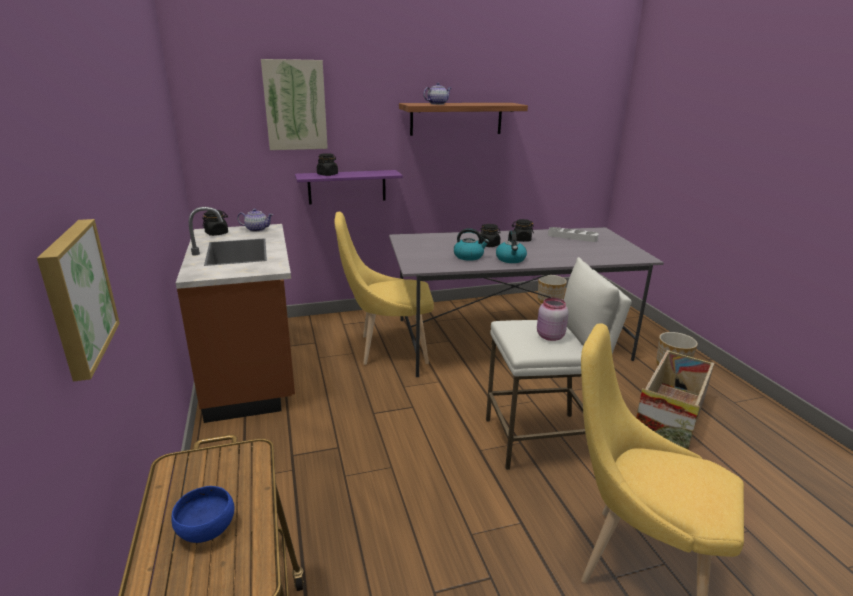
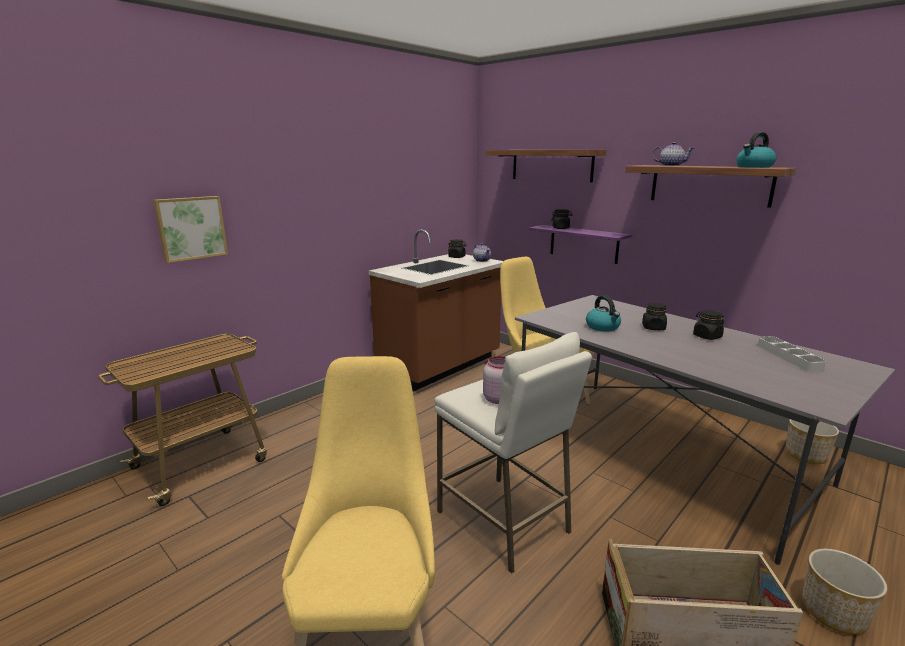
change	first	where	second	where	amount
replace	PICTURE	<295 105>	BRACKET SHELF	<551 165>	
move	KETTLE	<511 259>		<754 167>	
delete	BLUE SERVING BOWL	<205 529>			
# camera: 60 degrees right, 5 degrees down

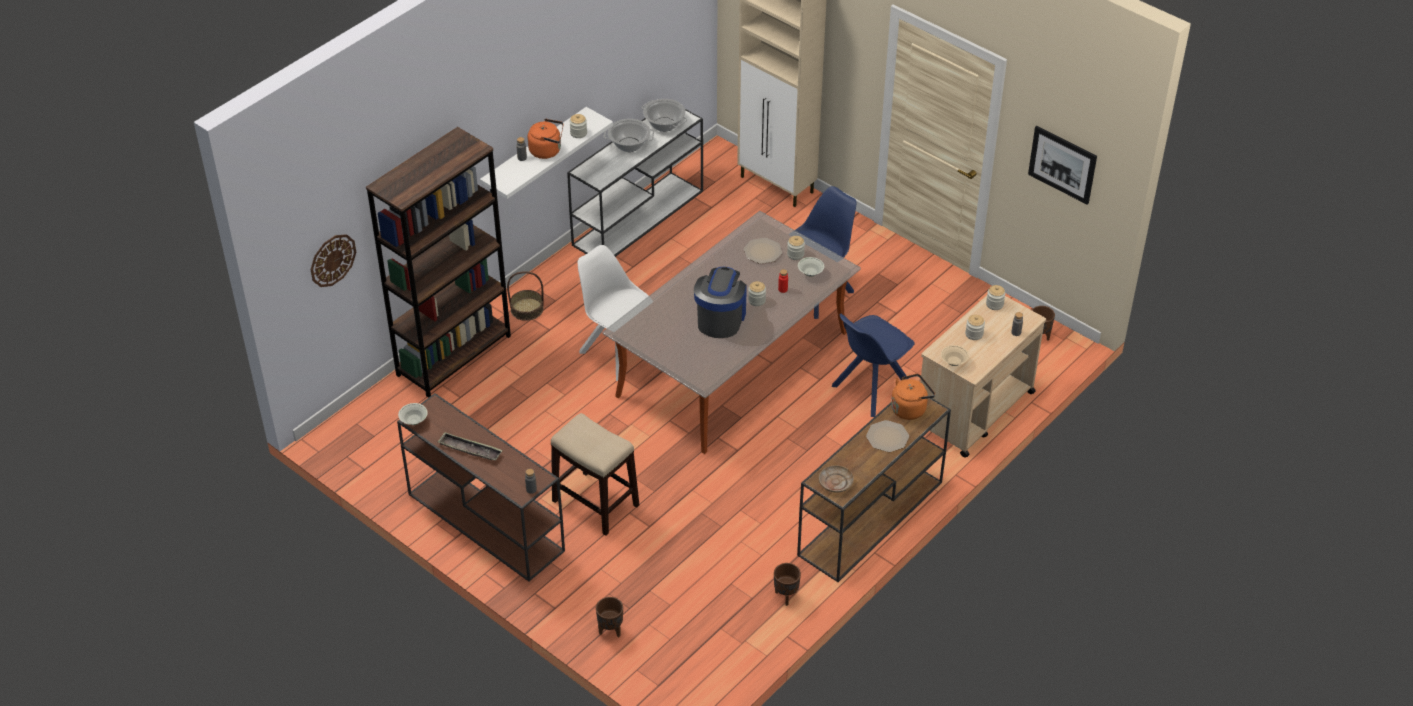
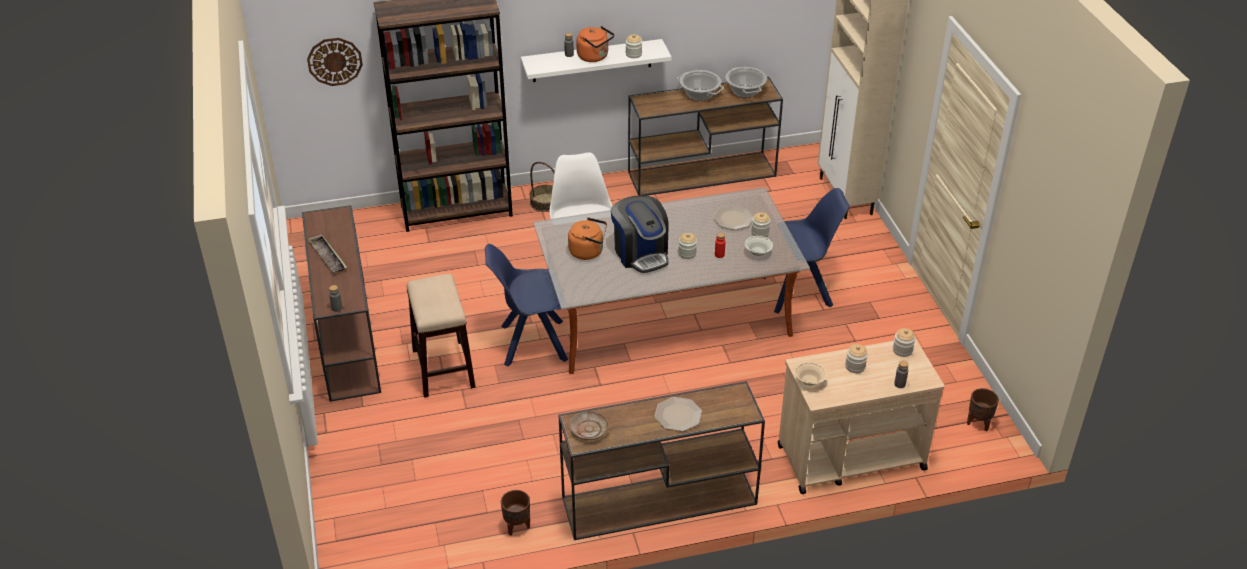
change	first	where	second	where	amount
recolor	WHITE-COLOURED CONSOLE TABLE	<639 217>	BROWNISH CONSOLE TABLE	<703 174>	
delete	PICTURE	<1062 164>			
rotate	COFFEE MACHINE	<720 318>		<641 253>	105 degrees clockwise
move	BLUE CHAIR	<870 388>		<531 343>	
move	ORANGEY KETTLE	<910 408>		<588 251>	
delete	WHITE-COLOURED SERVING BOWL	<414 421>			
delete	BROWNISH PLANTER	<610 630>			
# camera: 35 degrees right, 5 degrees down

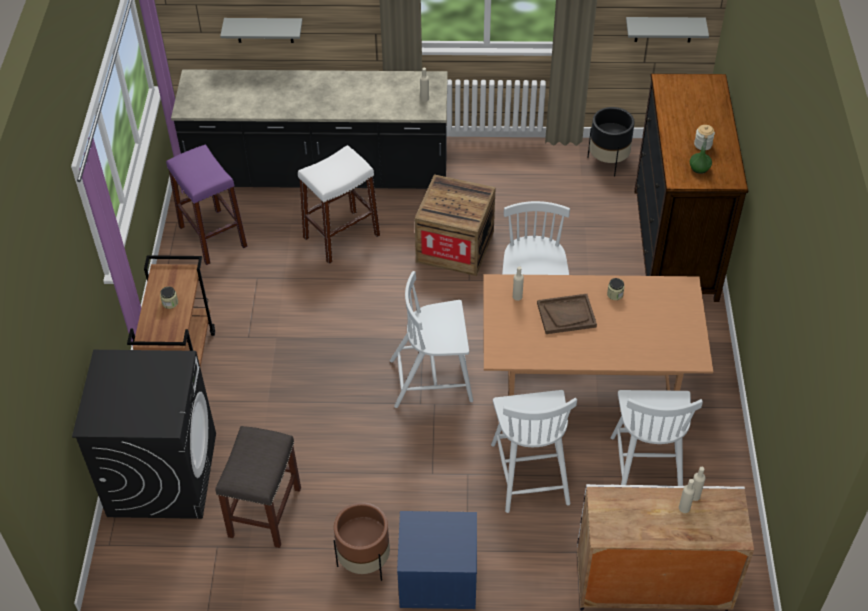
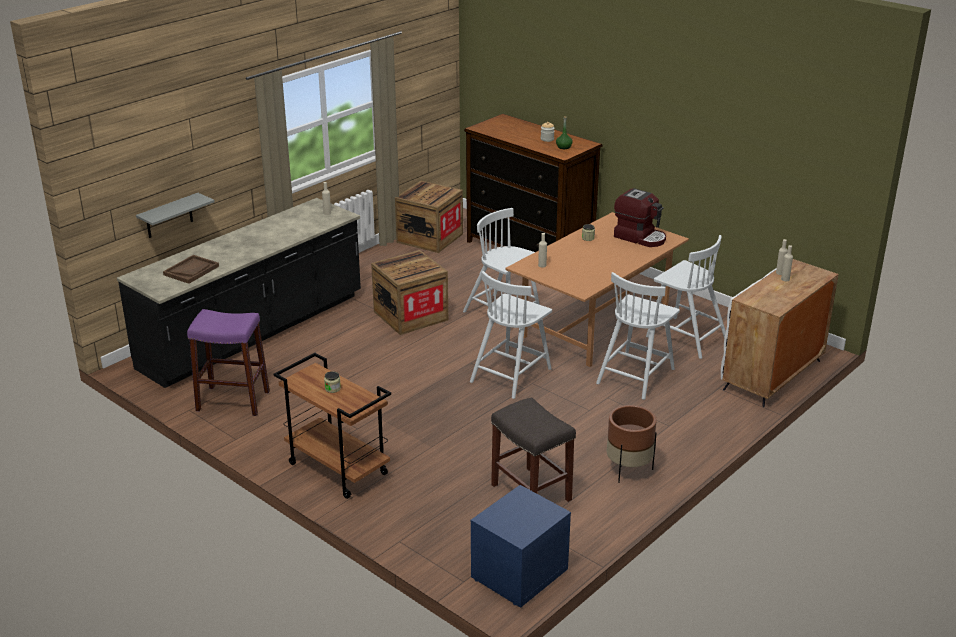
change	first	where	second	where	amount
delete	GREY BRACKET SHELF	<664 29>			
replace	BLACK PLANTER	<608 162>	CRATE	<430 238>	
delete	WHITE-COLOURED STOOL SEAT	<341 236>			
move	BROWNISH SERVING TRAY	<566 315>		<191 270>	
delete	BLACK LAUNDRY MACHINE	<162 474>			
rotate	WHITE-COLOURED CHAIR	<529 472>		<636 375>	90 degrees clockwise
move	BLUE NIGHTSTAND	<437 580>		<519 575>	
insert			COFFEE MACHINE	<640 237>	
# camera: 50 degrees left, 20 degrees down

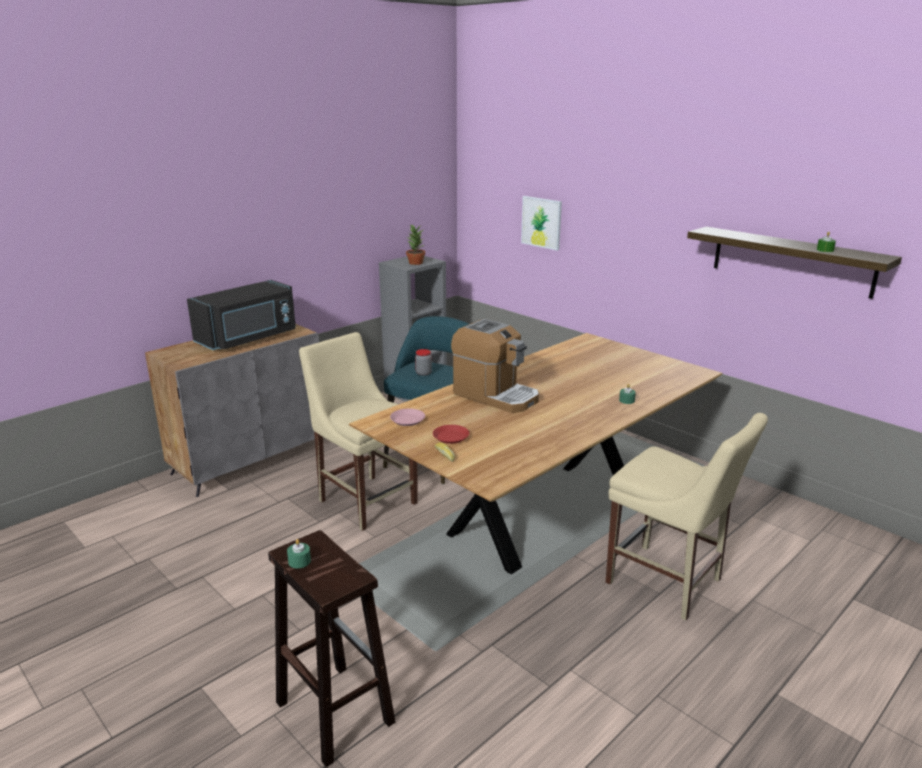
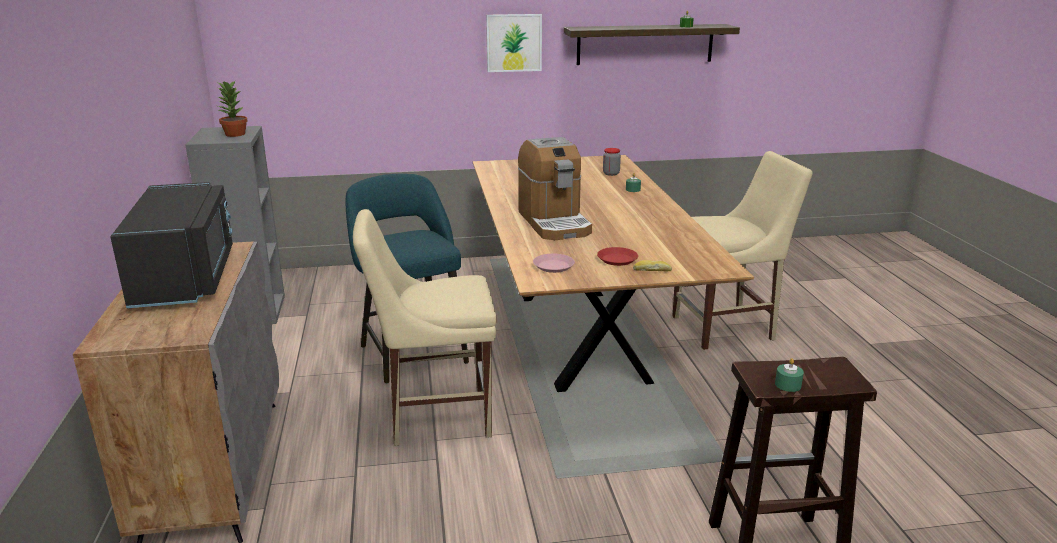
change	first	where	second	where	amount
move	PICTURE	<541 222>		<514 43>	
rotate	COFFEE MACHINE	<495 396>		<554 223>	90 degrees clockwise
move	JAR	<423 373>		<611 173>	
# camera: 55 degrees left, 0 degrees up

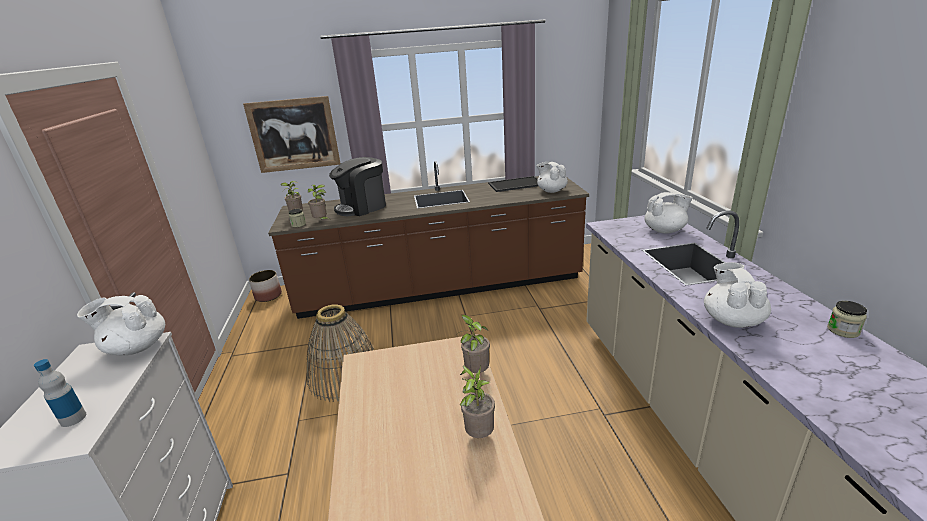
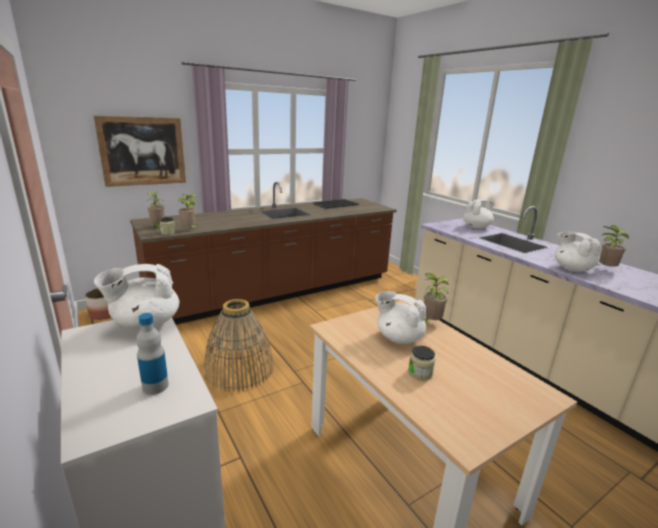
change	first	where	second	where	amount
delete	COFFEE MACHINE	<362 207>			
move	WHITE-COLOURED TEA POT	<551 190>		<398 337>	
move	JAR	<843 330>		<420 373>	
move	HOUSEPLANT	<479 434>		<604 269>	
# camera: 25 degrees left, 5 degrees down

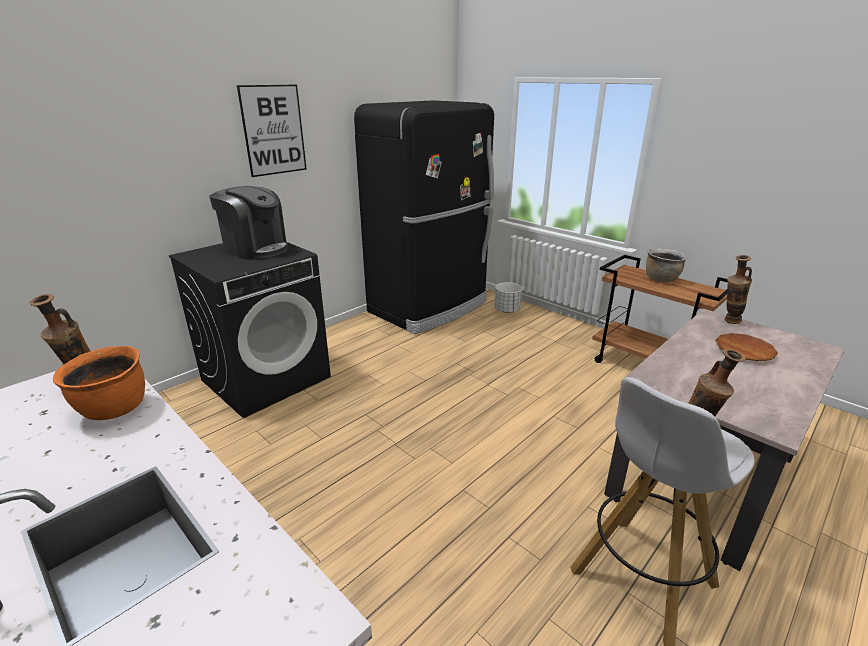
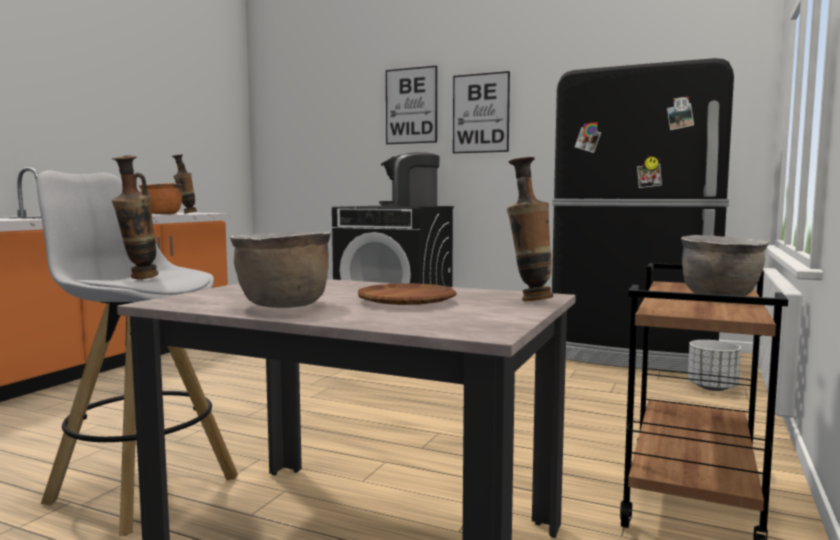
change	first	where	second	where	amount
rotate	COFFEE MACHINE	<255 249>		<410 206>	75 degrees clockwise
insert			PICTURE	<411 106>	
insert			BROWNISH COOKING POT	<283 305>	
# camera: 70 degrees right, 20 degrees down

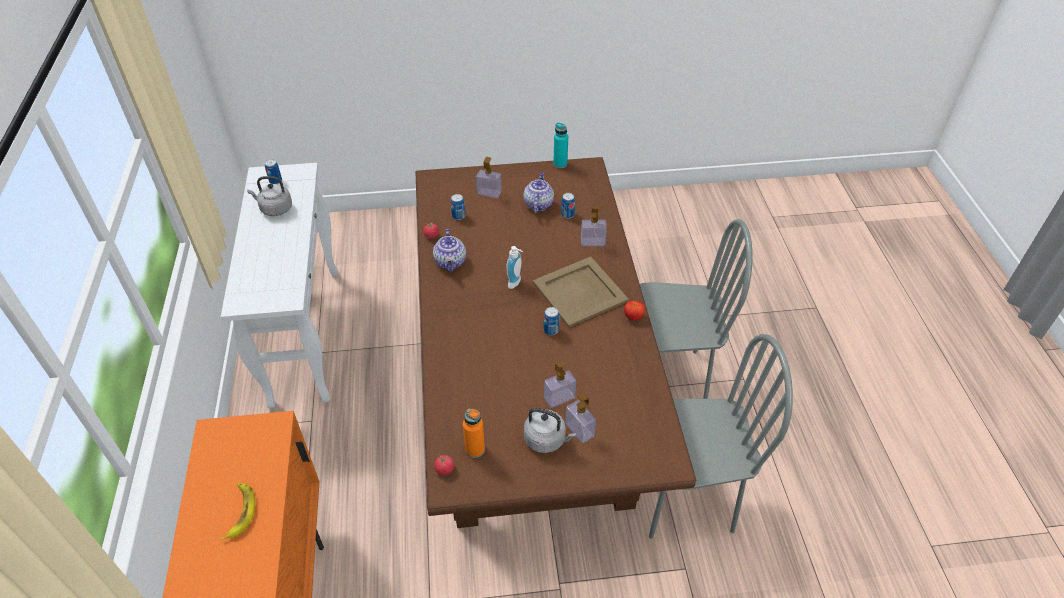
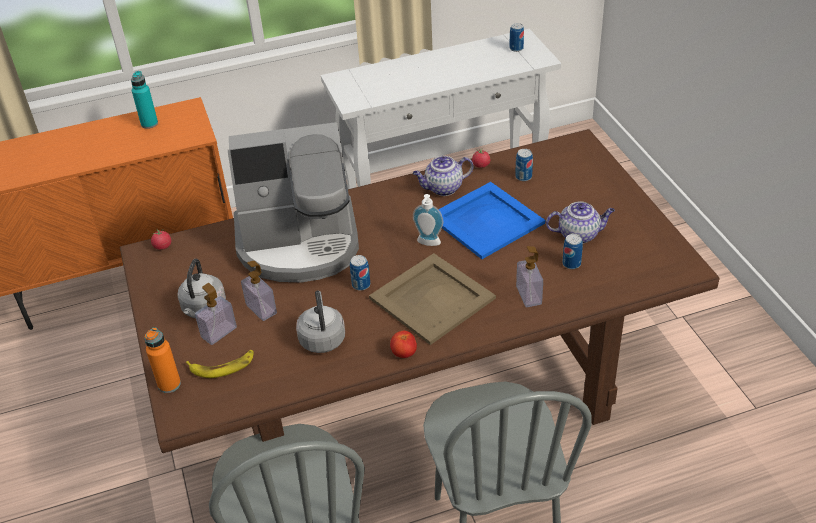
change	first	where	second	where	amount
move	TURQUOISE DRINK BOTTLE	<560 164>		<149 124>	
delete	SOAP DISPENSER	<489 193>			
move	GREY KETTLE	<274 209>		<322 338>	
move	ORANGEY DRINK BOTTLE	<475 449>		<169 384>	
move	WHOLE BANANA	<240 512>		<222 366>	
insert			COFFEE MACHINE	<299 243>	
insert			BLUE SERVING TRAY	<487 220>	
# camera: 80 degrees right, 5 degrees down

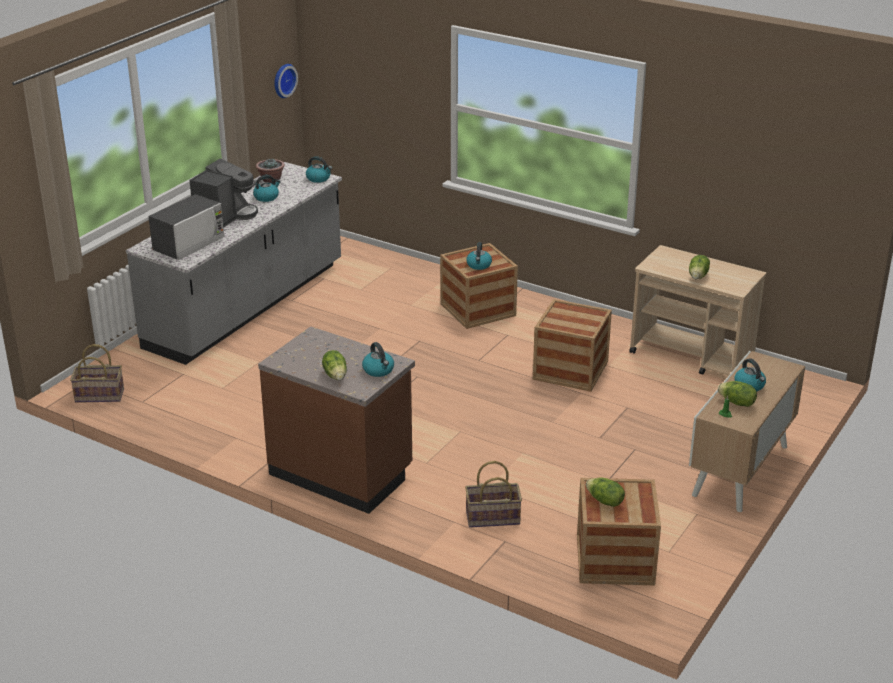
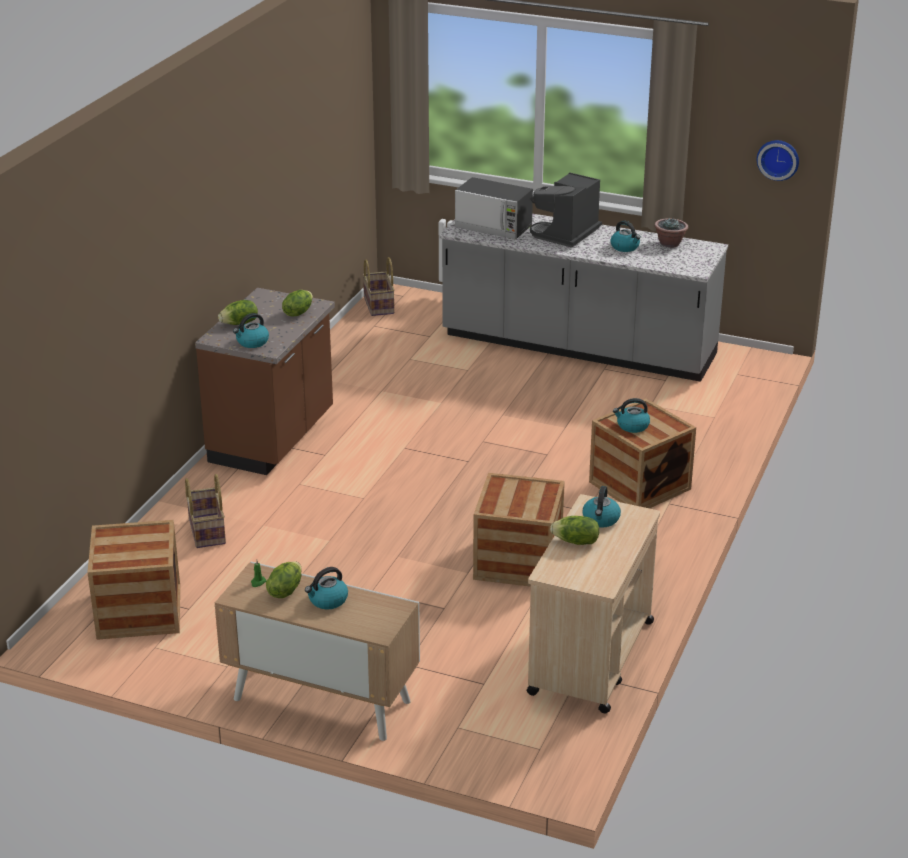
change	first	where	second	where	amount
move	KETTLE	<319 178>		<601 519>	
rotate	COFFEE MACHINE	<225 216>		<566 234>	105 degrees clockwise
move	LETTUCE	<604 501>		<298 312>	
# camera: 80 degrees right, 0 degrees up

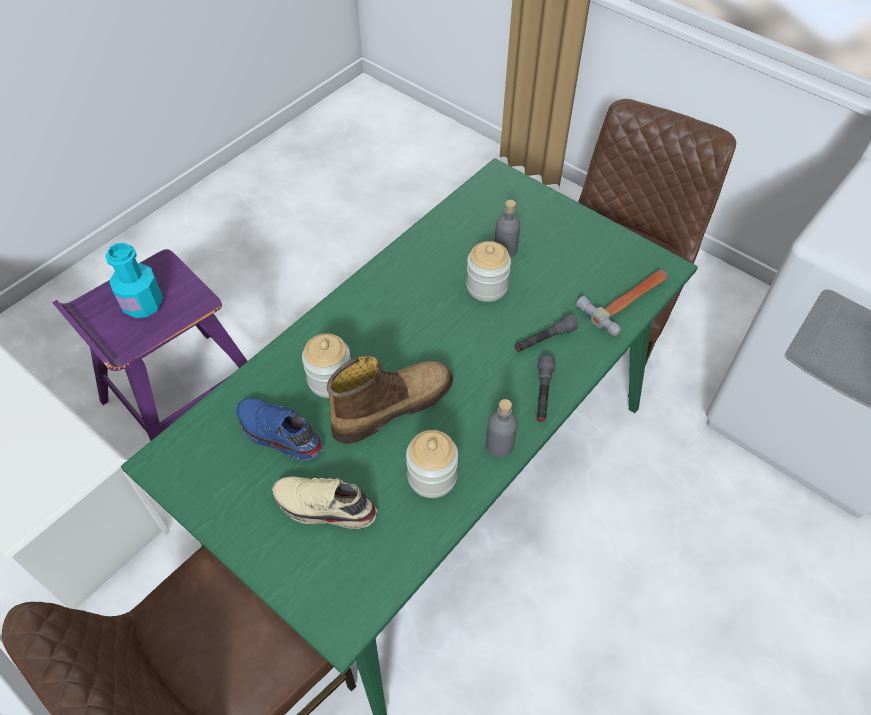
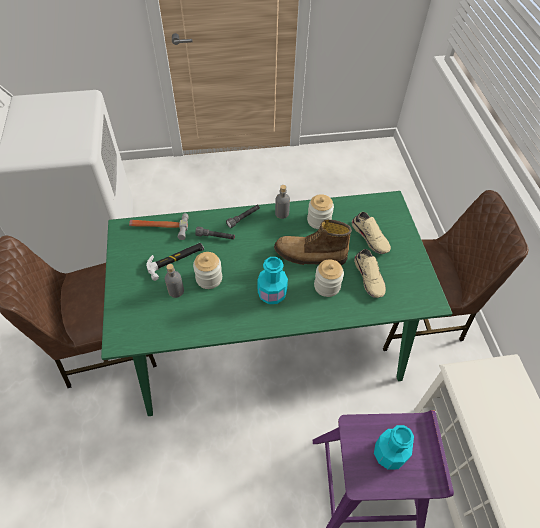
change	first	where	second	where	amount
recolor	BLUE LOW SHOE	<278 435>	BEIGE LOW SHOE	<370 277>	
insert			HAND HAMMER	<176 260>	
insert			TURQUOISE DRINK BOTTLE	<272 294>	
# camera: 140 degrees left, 0 degrees up

